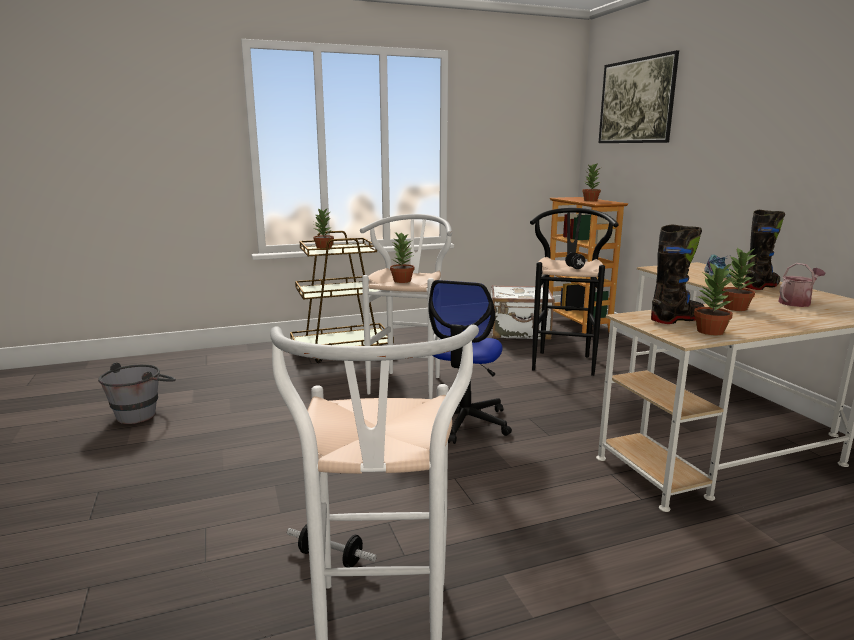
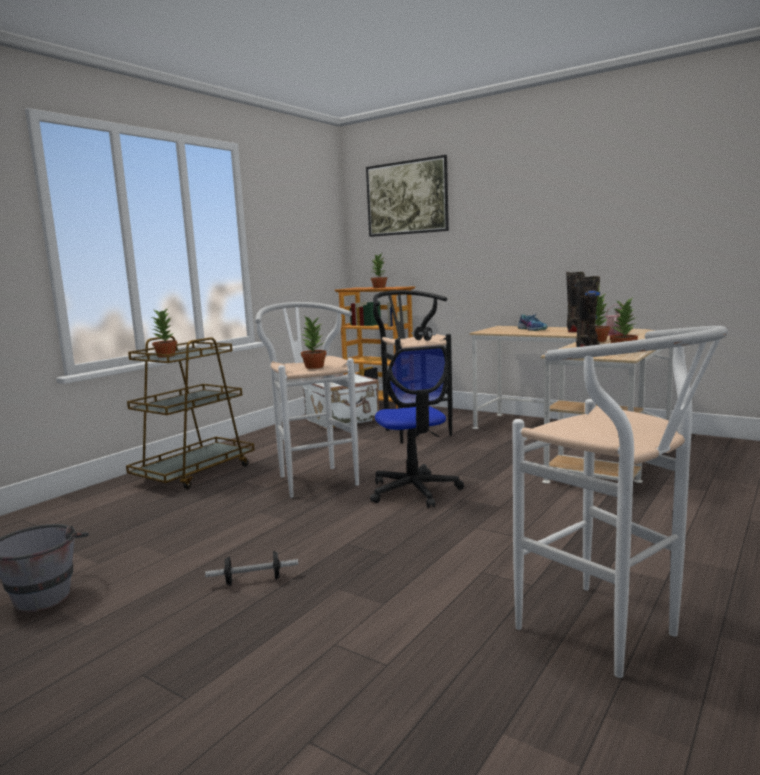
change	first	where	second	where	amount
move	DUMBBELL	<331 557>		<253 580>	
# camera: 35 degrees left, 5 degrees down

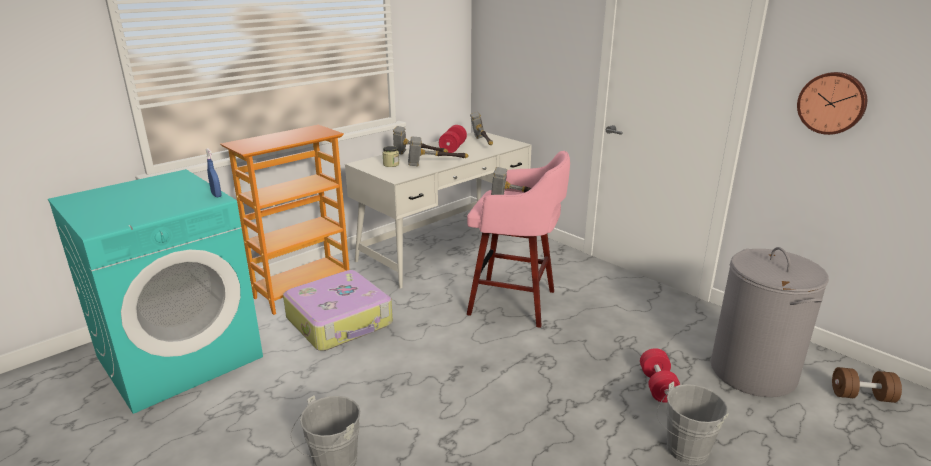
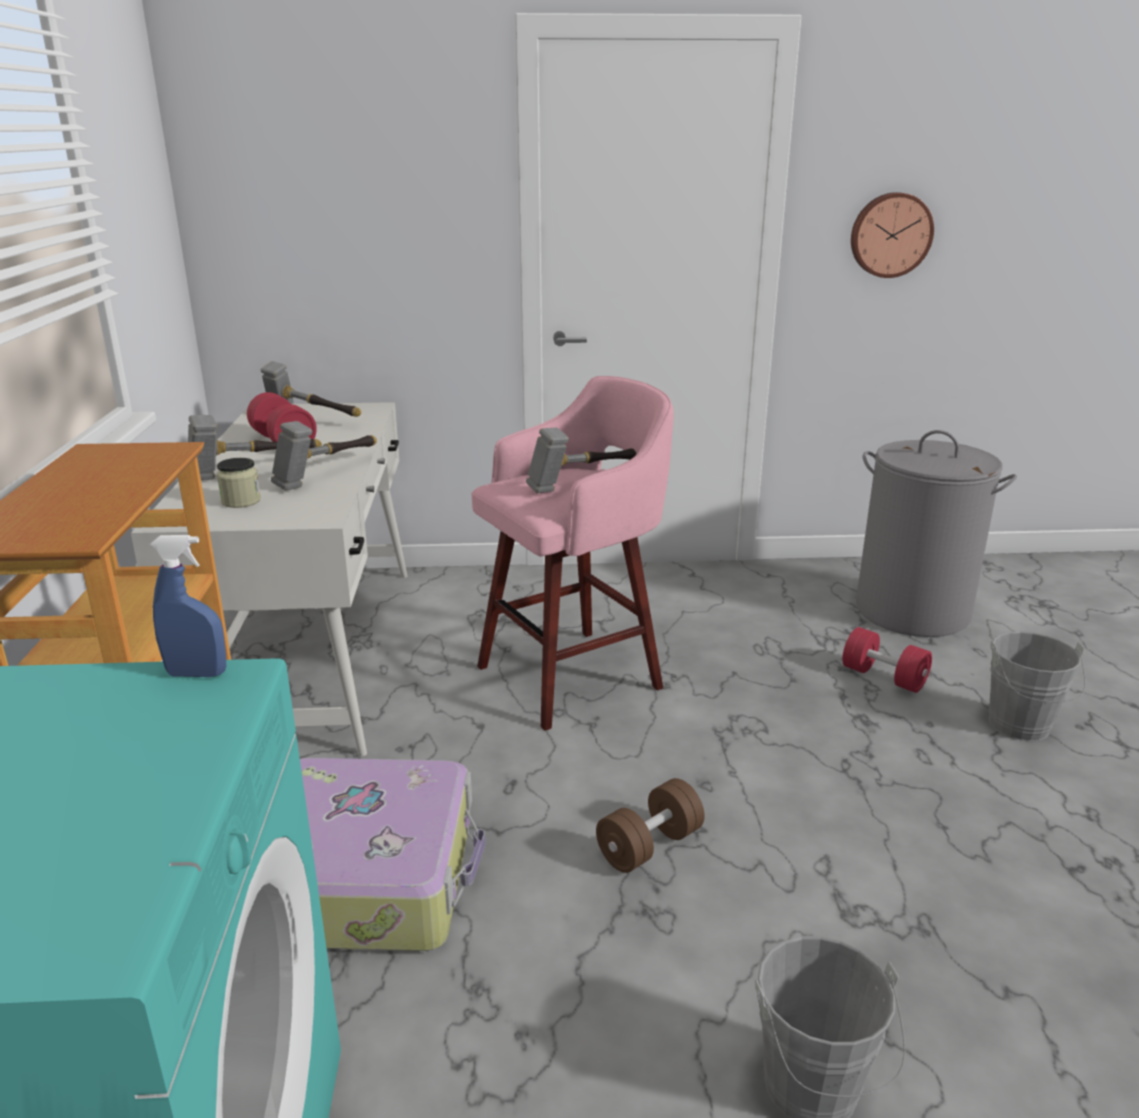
change	first	where	second	where	amount
move	BROWNISH DUMBBELL	<861 396>		<649 846>	
# camera: 50 degrees left, 0 degrees up

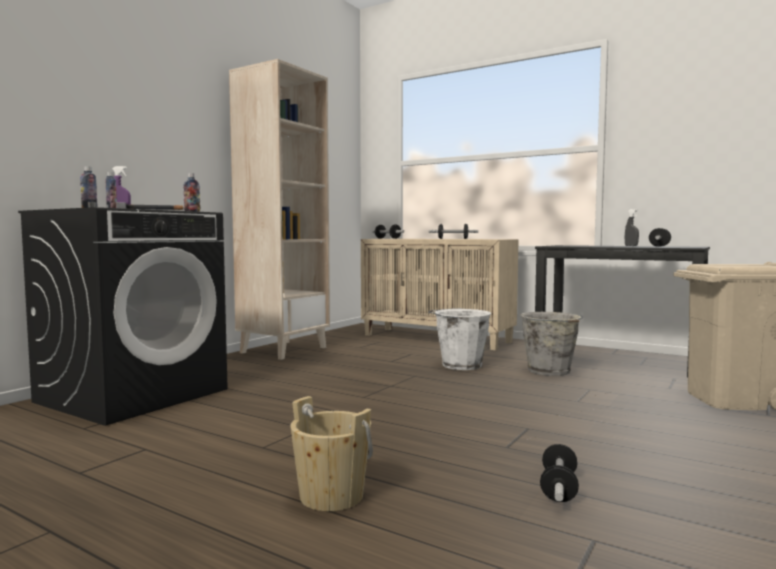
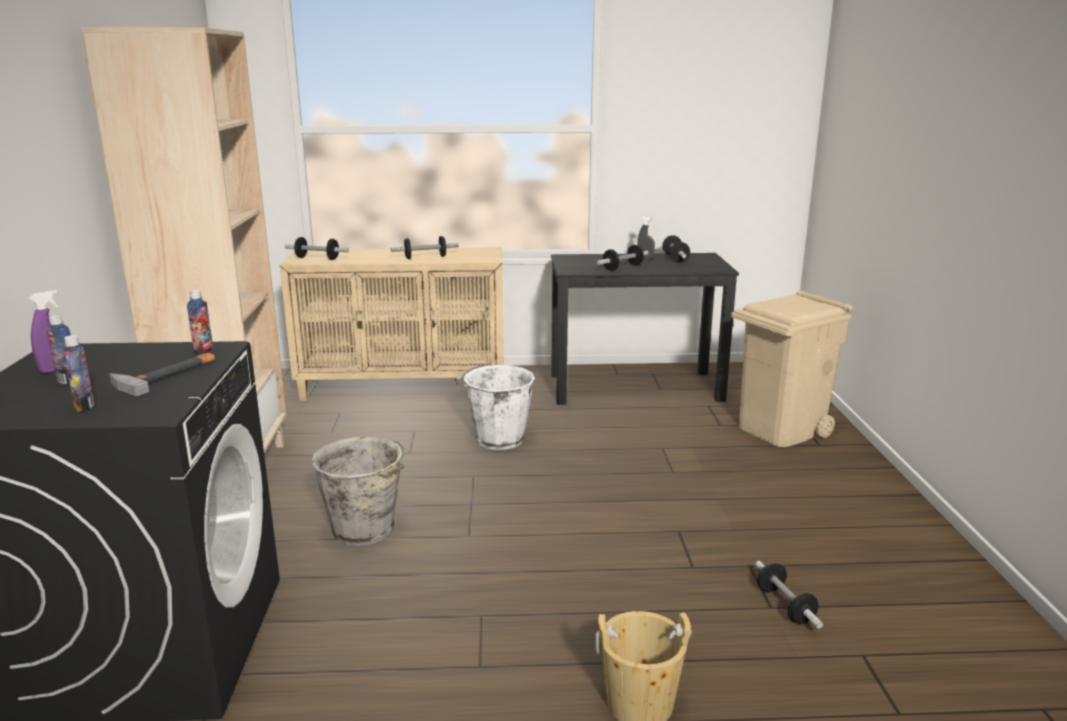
change	first	where	second	where	amount
move	GREY WATER BUCKET	<550 371>		<365 531>	
insert			DUMBBELL	<622 267>	
# camera: 35 degrees left, 15 degrees up

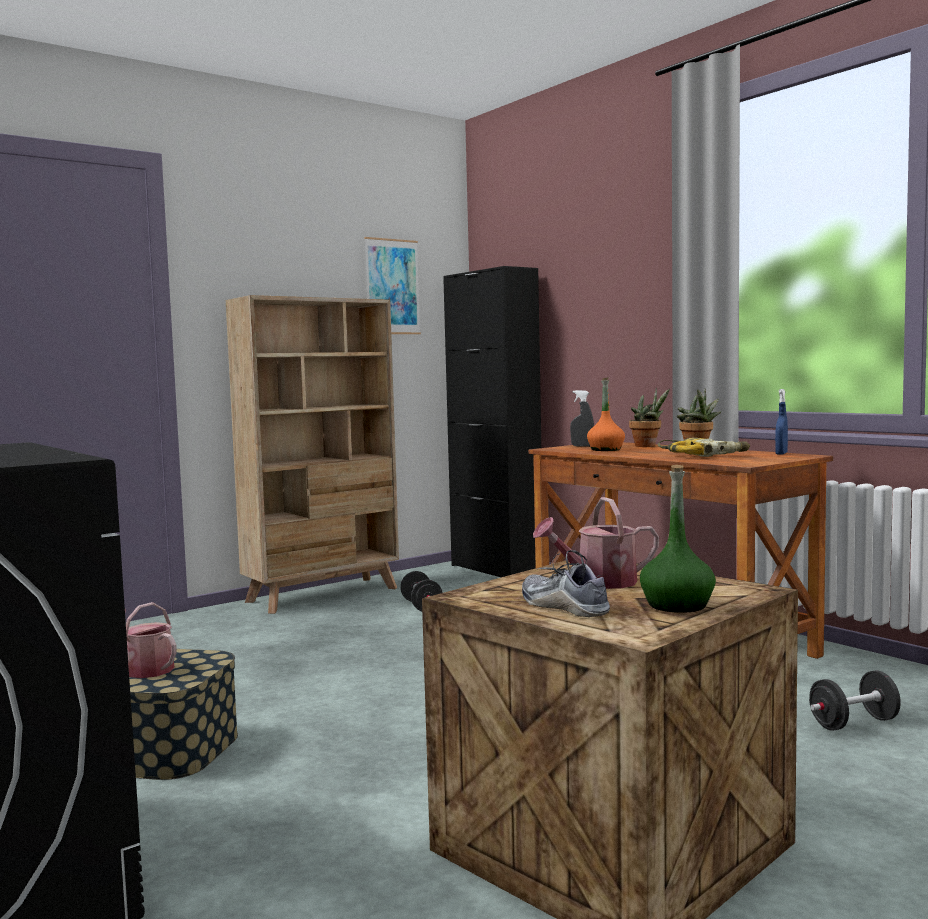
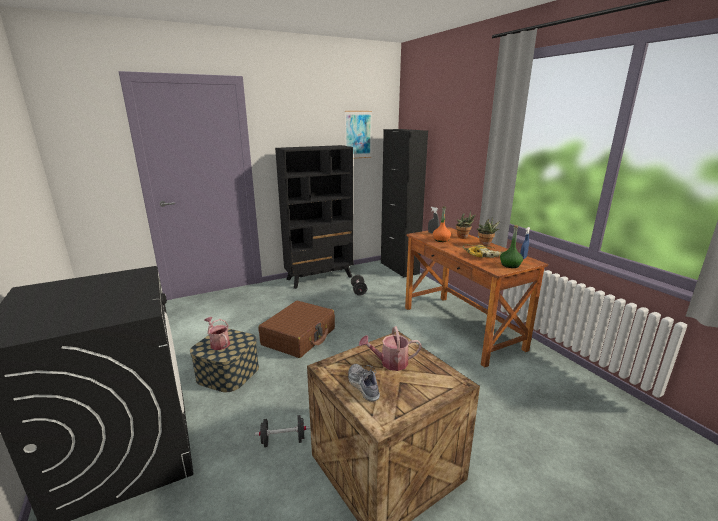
change	first	where	second	where	amount
recolor	BEIGE SHELVING UNIT	<324 595>	BLACK SHELVING UNIT	<320 278>	
move	GREENISH DRINK BOTTLE	<677 605>		<510 265>	
move	BLACK DUMBBELL	<853 723>		<283 440>	
insert			BROWNISH SUITCASE	<299 337>	
# camera: 10 degrees right, 15 degrees up

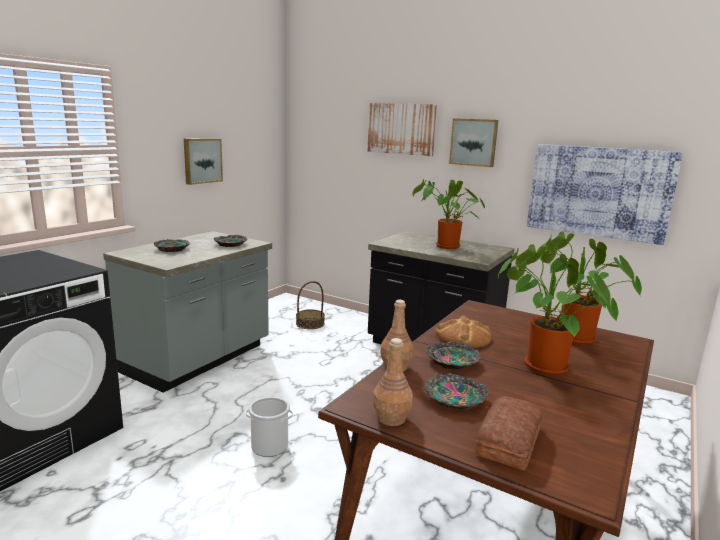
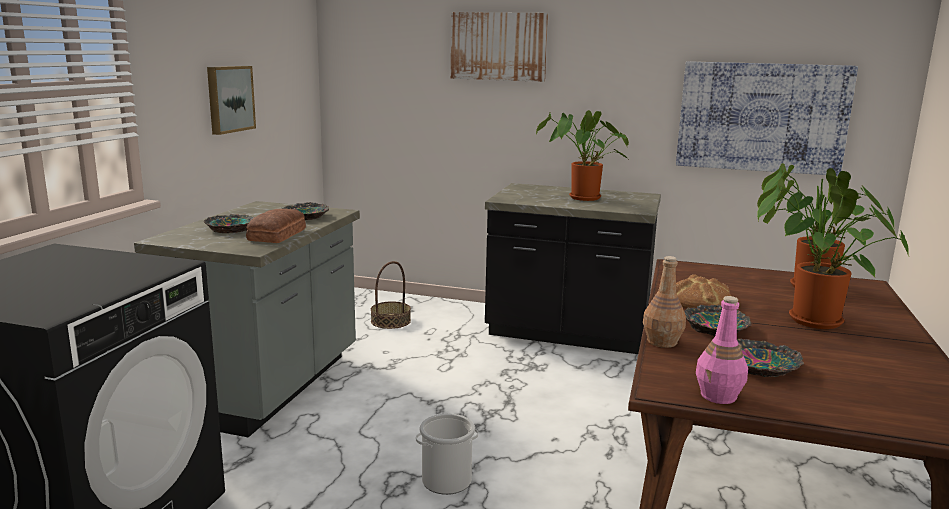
change	first	where	second	where	amount
delete	PICTURE	<474 142>			
recolor	BROWNISH DRINK BOTTLE	<392 418>	PINK DRINK BOTTLE	<719 396>	
move	BREAD	<510 440>		<279 234>	
# camera: 15 degrees left, 0 degrees up

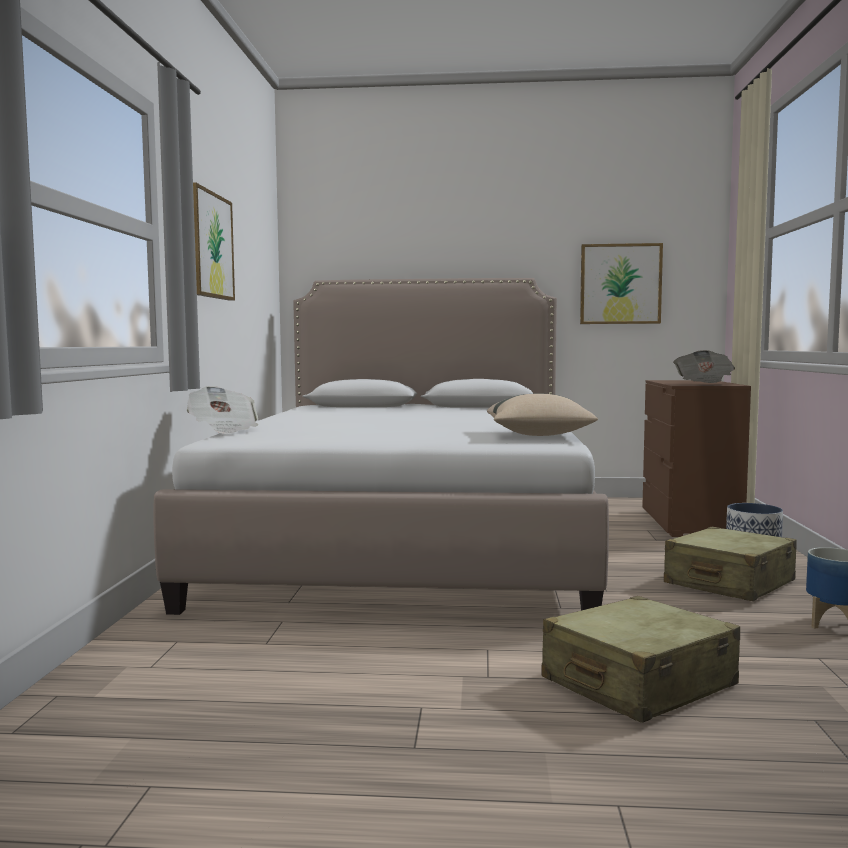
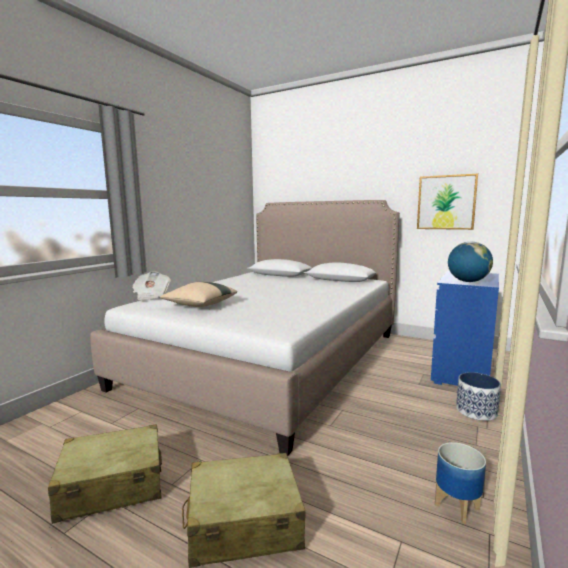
change	first	where	second	where	amount
delete	PICTURE	<210 245>			
replace	DAILY PAPER	<704 384>	WORLD GLOBE	<468 281>	
recolor	BROWNISH CHEST OF DRAWERS	<690 523>	BLUE CHEST OF DRAWERS	<461 372>	
move	BEIGE PILLOW	<539 435>		<200 305>	
move	BEIGE SUITCASE	<729 583>		<112 485>	
# camera: 25 degrees right, 5 degrees up

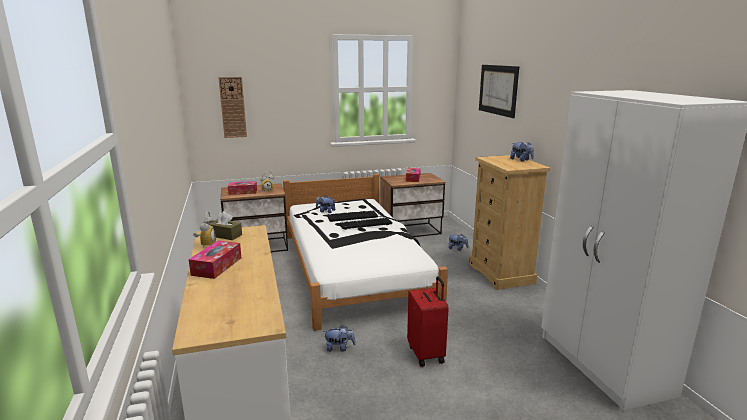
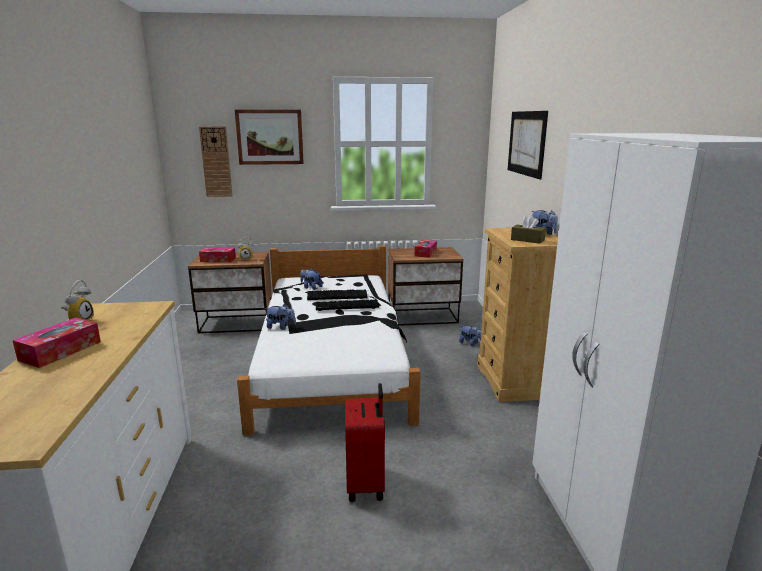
change	first	where	second	where	amount
move	BROWNISH BOX OF TISSUES	<225 235>		<527 240>	
move	CUDDLY TOY	<339 348>		<281 327>	
insert			PICTURE	<270 137>	
# camera: 10 degrees right, 0 degrees up

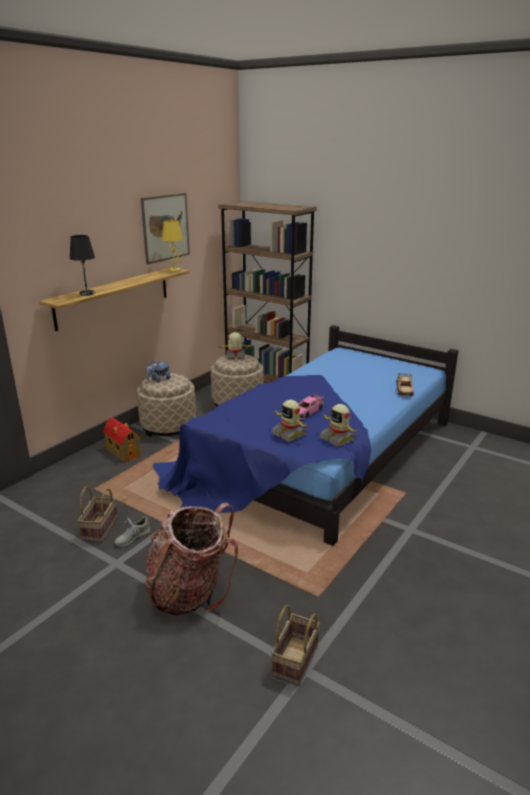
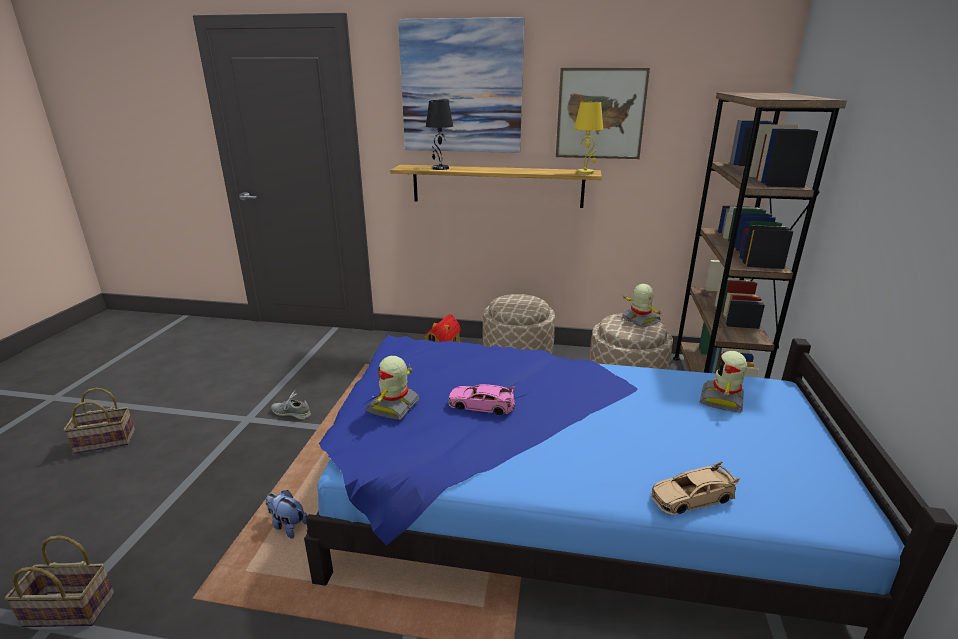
change	first	where	second	where	amount
move	CUDDLY TOY	<159 380>		<288 526>	
move	ROBOT FIGURE	<338 438>		<723 400>	
move	BASKET	<100 529>		<103 443>	
delete	KNAPSACK	<190 591>			
insert			PICTURE	<461 87>	
# camera: 65 degrees right, 0 degrees up

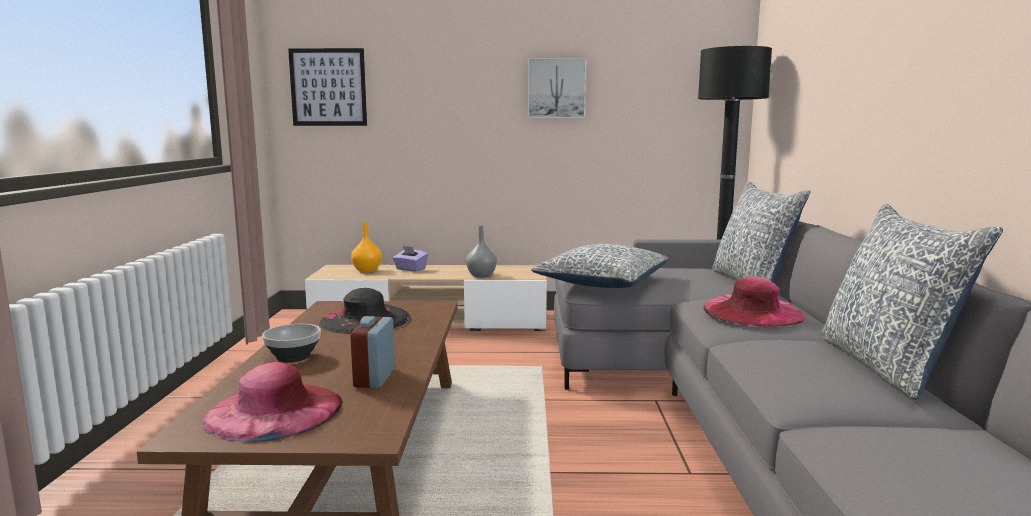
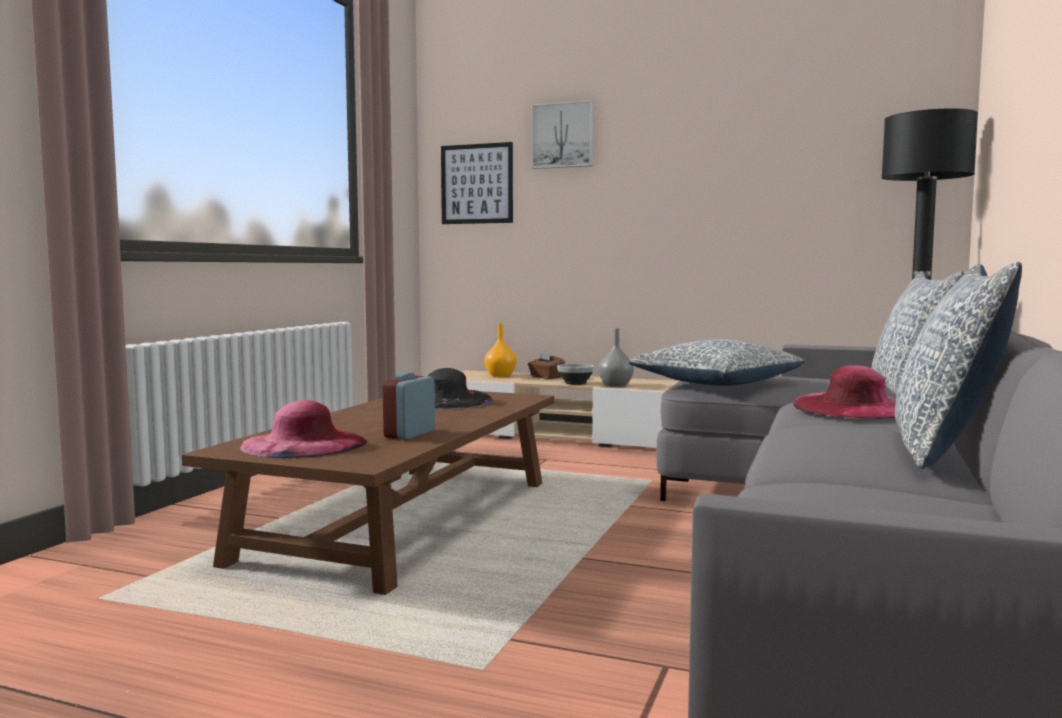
change	first	where	second	where	amount
move	PICTURE	<556 88>		<563 135>	
recolor	PURPLE-COLOURED BOX OF TISSUES	<410 269>	BROWNISH BOX OF TISSUES	<546 377>	
move	SERVING BOWL	<293 357>		<575 383>	
# camera: 20 degrees right, 5 degrees down

